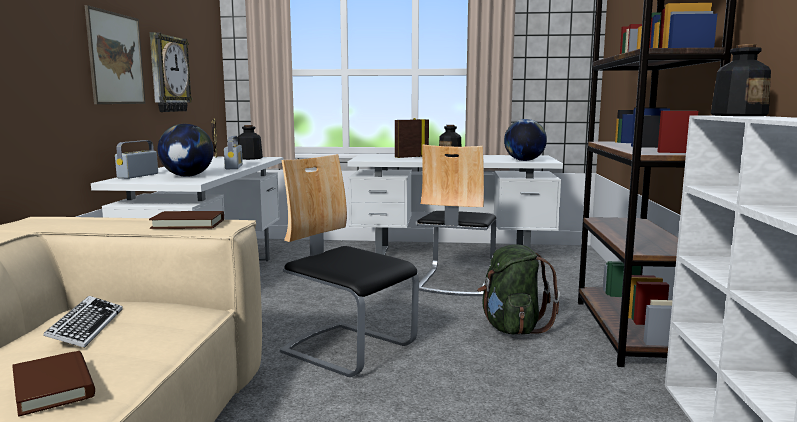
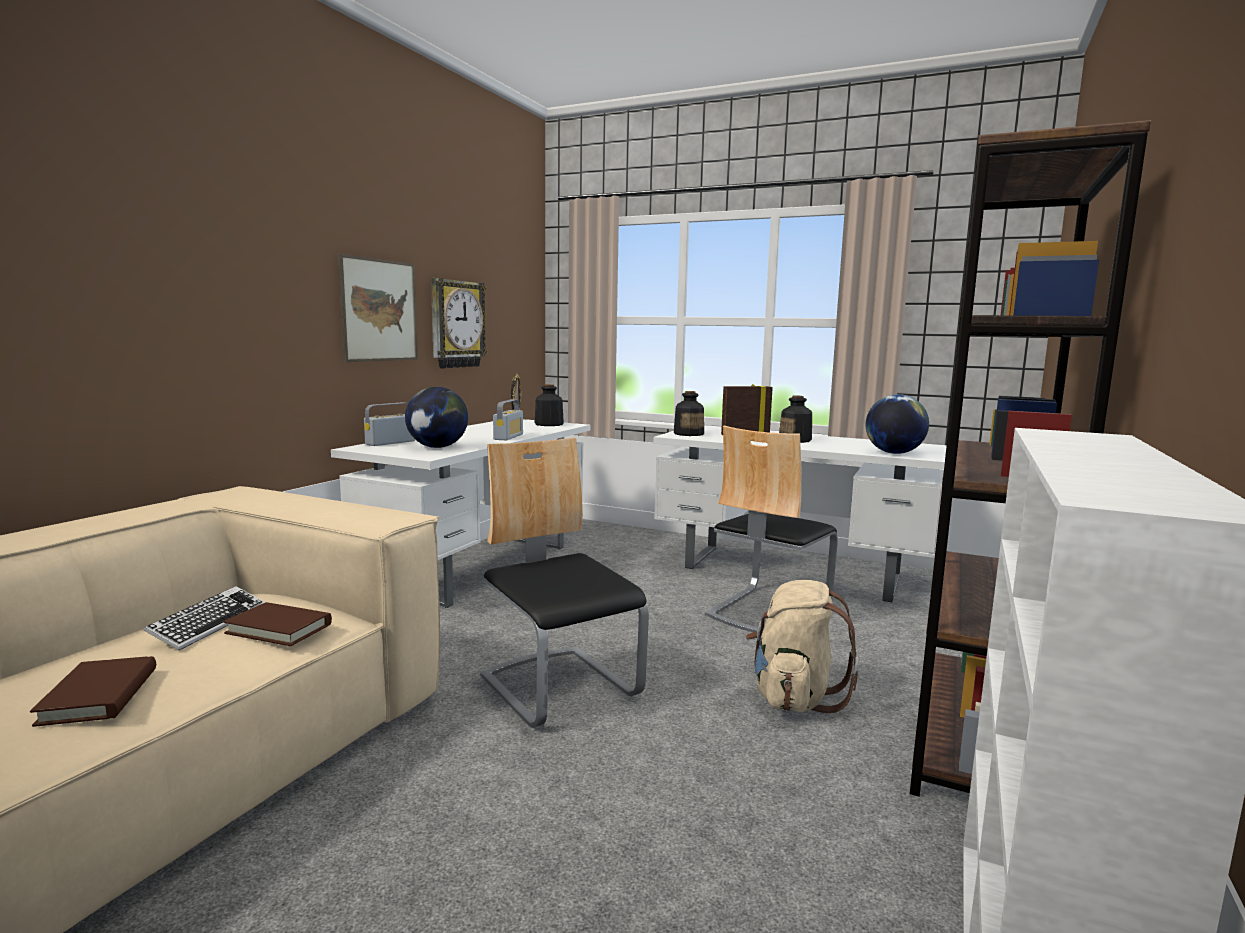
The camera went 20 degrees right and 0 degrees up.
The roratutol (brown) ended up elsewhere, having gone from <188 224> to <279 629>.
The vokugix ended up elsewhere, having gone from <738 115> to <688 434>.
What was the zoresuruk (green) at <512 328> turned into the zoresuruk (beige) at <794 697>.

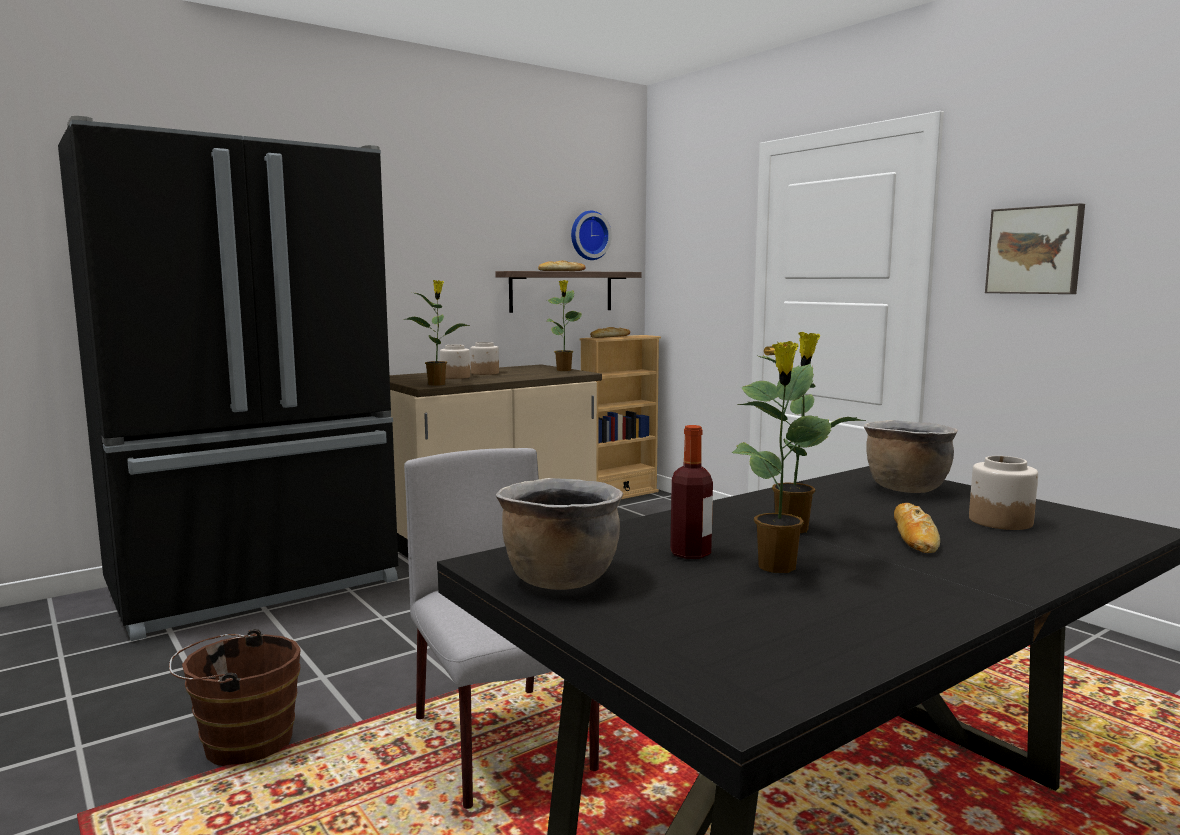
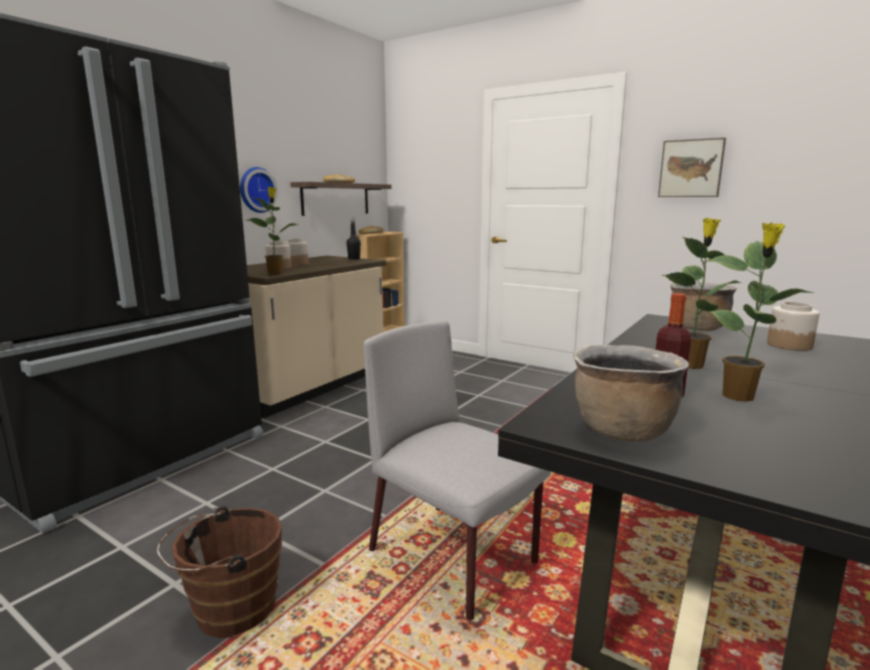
The camera went 20 degrees left and 5 degrees up.
The second view lost the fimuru at <914 535>.
The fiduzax ended up elsewhere, having gone from <588 235> to <256 190>.
Where the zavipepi stood at <564 370>, the vokugix (black) came to stand at <354 259>.

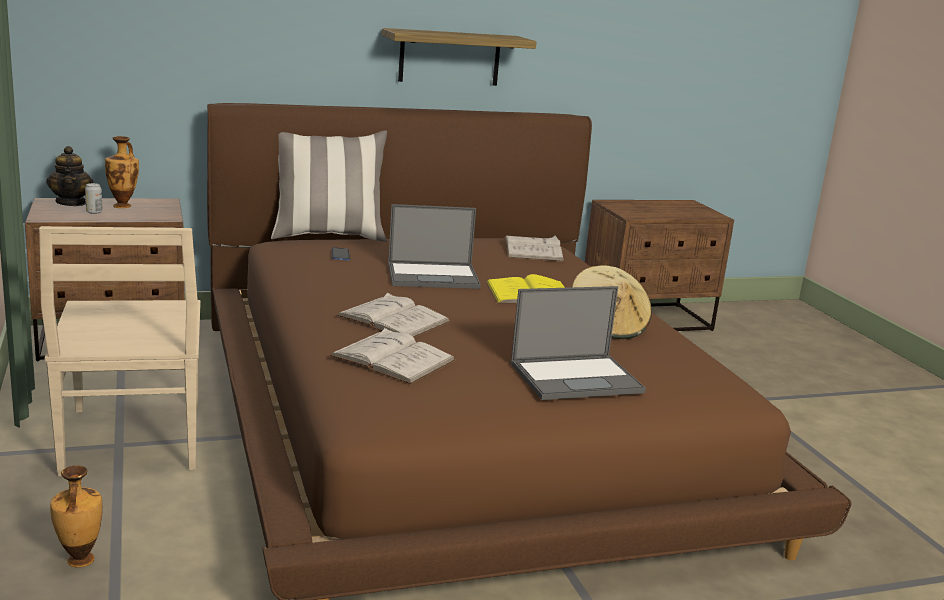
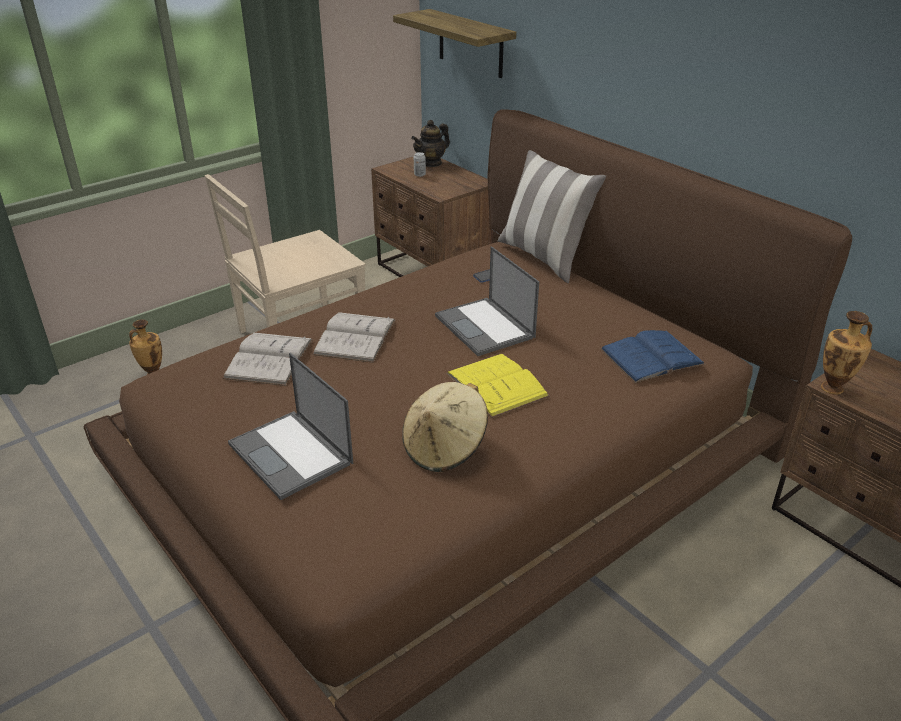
The camera went 70 degrees right and 15 degrees up.
The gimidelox ended up elsewhere, having gone from <123 206> to <834 388>.
The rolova ended up elsewhere, having gone from <449 57> to <470 44>.
What was the roratutol (white) at <533 249> turned into the roratutol (blue) at <652 356>.

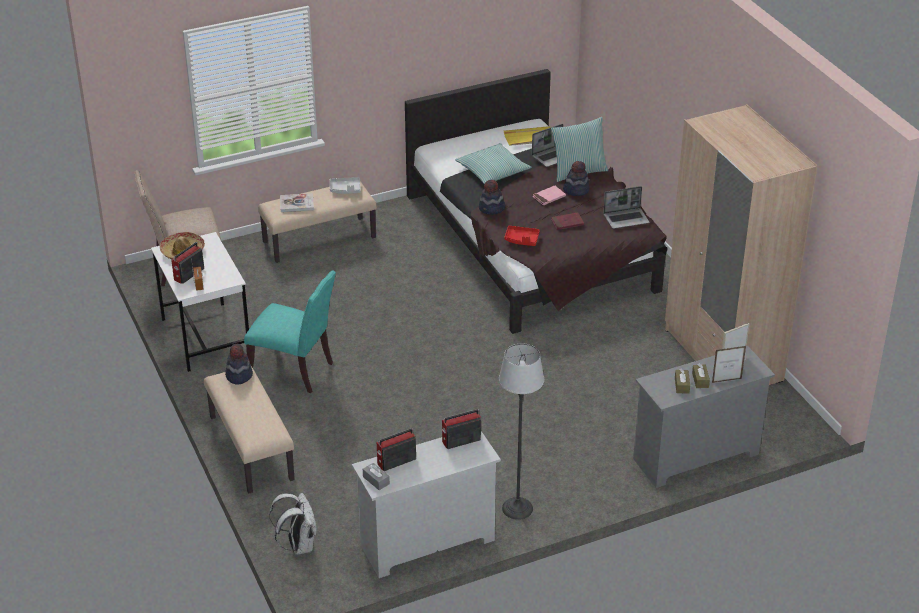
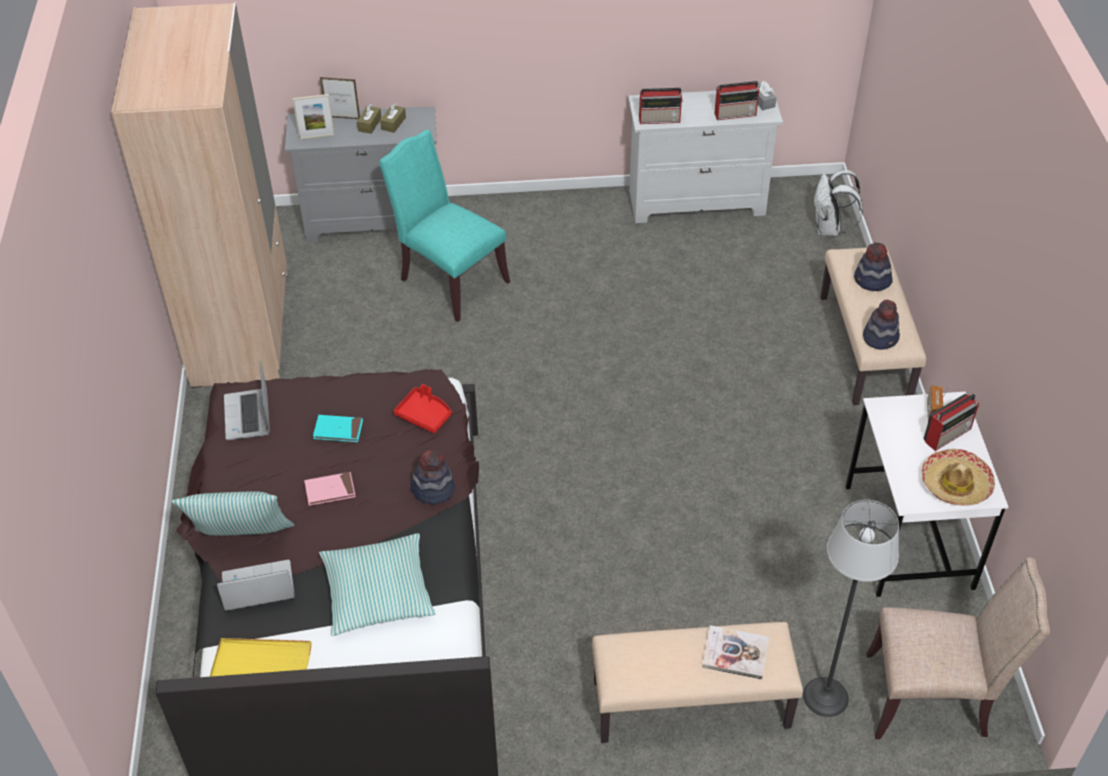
The camera went 160 degrees left and 10 degrees up.
The second view lost the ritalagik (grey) at <345 190>.
The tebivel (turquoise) ended up elsewhere, having gone from <294 371> to <449 280>.
The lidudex ended up elsewhere, having gone from <517 508> to <825 697>.
The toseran ended up elsewhere, having gone from <576 190> to <872 281>.
What was the roratutol (red) at <567 222> turned into the roratutol (turquoise) at <338 430>.
The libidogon at <626 219> ended up facing another way, 105 degrees counterclockwise from before.

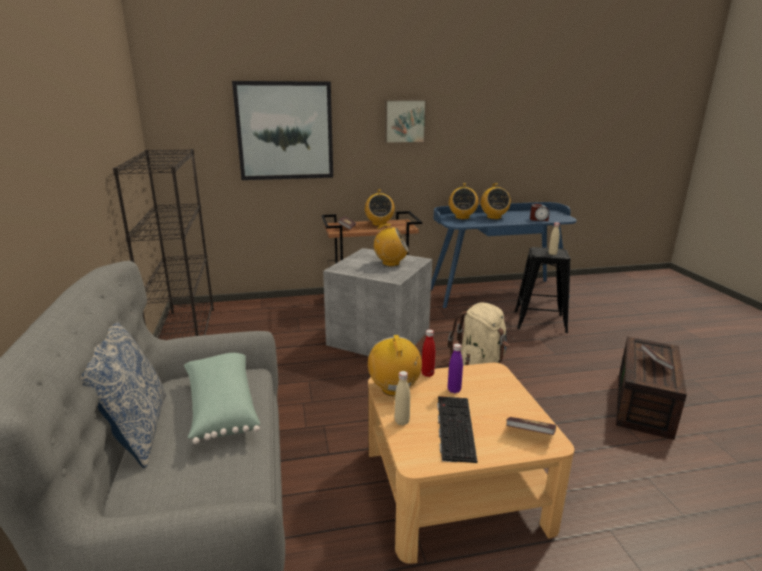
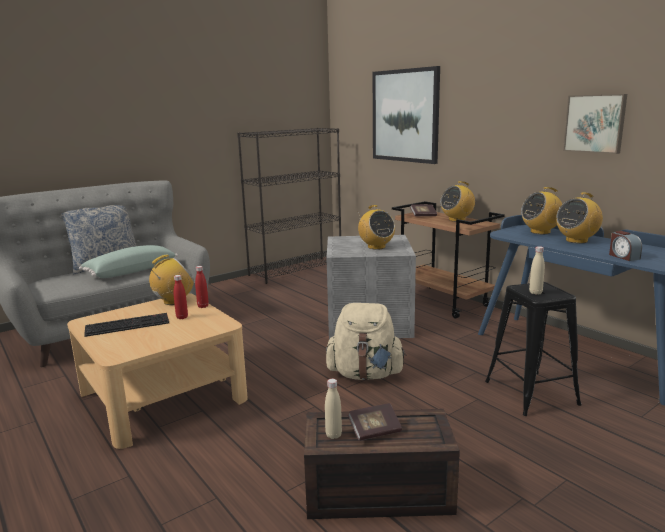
The camera went 65 degrees right and 5 degrees down.
The second view lost the roratutol at <529 434>.
The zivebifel ended up elsewhere, having gone from <404 121> to <595 123>.
The vokugix (beige) ended up elsewhere, having gone from <402 421> to <333 435>.
What was the vokugix (purple) at <454 390> turned into the vokugix (red) at <182 317>.

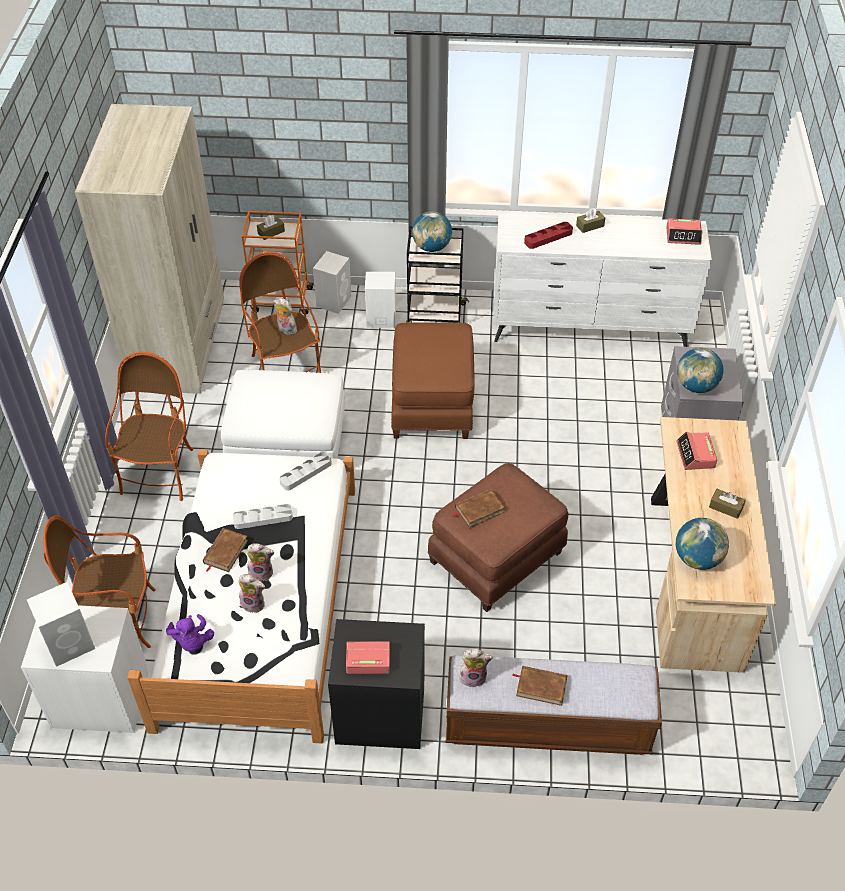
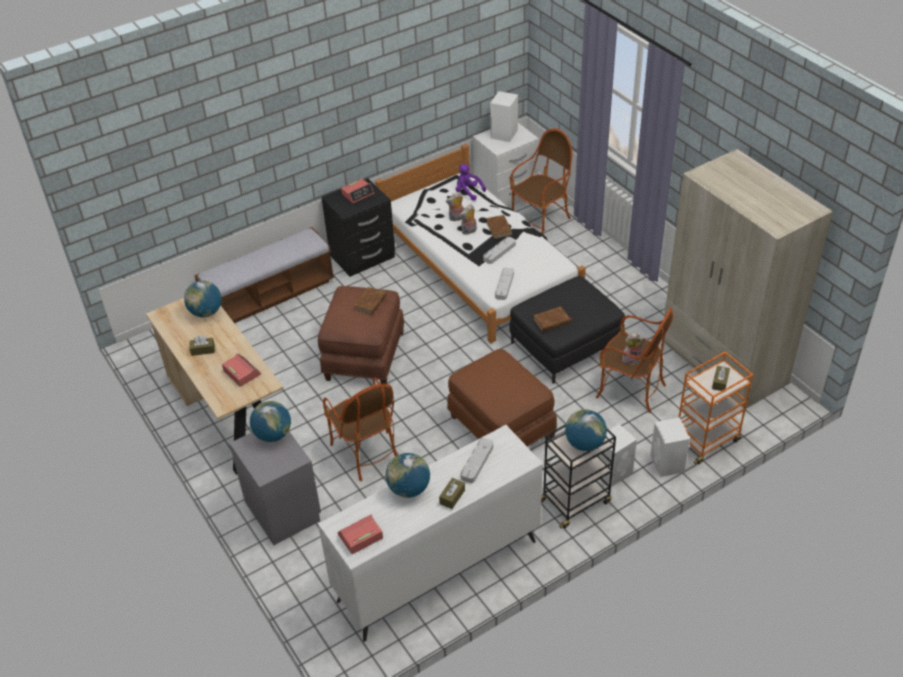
The camera went 145 degrees right and 5 degrees down.
The second view lost the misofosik at <473 677>.
The second view gained the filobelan at <409 489>.
The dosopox ended up elsewhere, having gone from <160 473> to <366 452>.
The roratutol (brown) ended up elsewhere, having gone from <541 687> to <552 321>.
What was the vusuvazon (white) at <287 443> turned into the vusuvazon (black) at <565 345>.
What was the ritalagik (red) at <548 237> turned into the ritalagik (grey) at <477 462>.

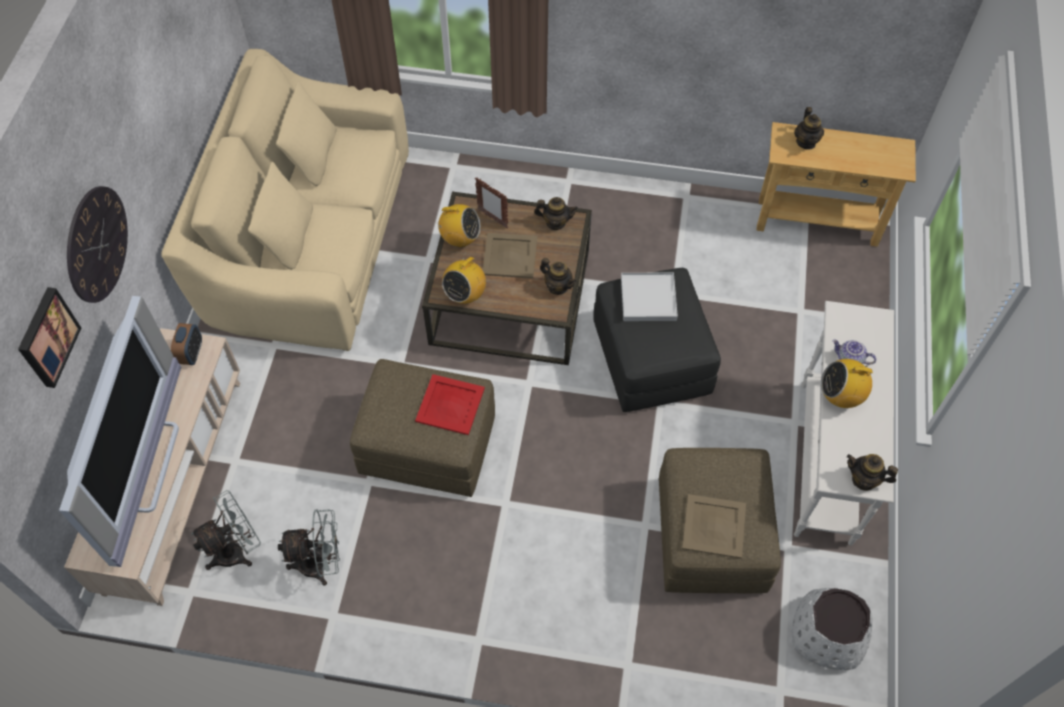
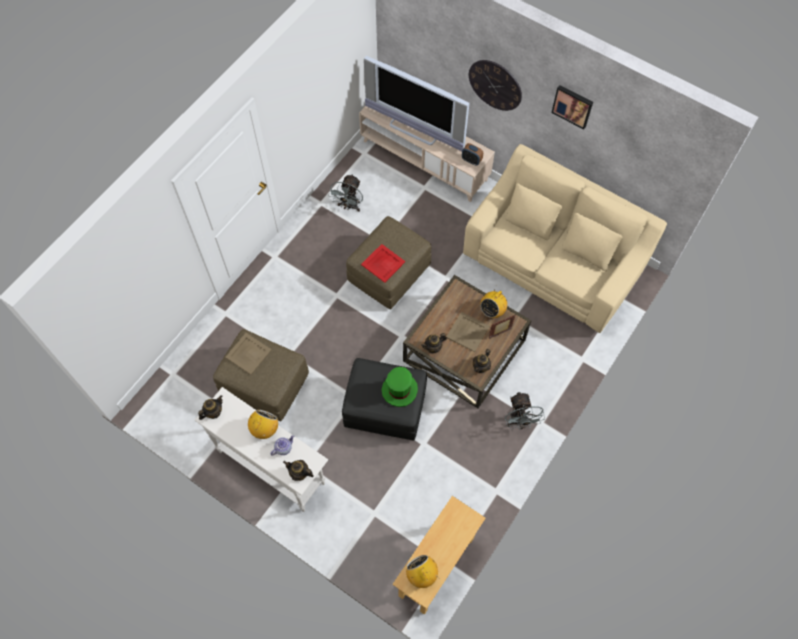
The camera went 115 degrees right and 5 degrees up.
The second view lost the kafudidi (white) at <828 633>.
The zivebifel ended up elsewhere, having gone from <46 337> to <573 106>.
The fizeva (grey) ended up elsewhere, having gone from <237 550> to <519 421>.
The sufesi ended up elsewhere, having gone from <465 294> to <421 574>.
The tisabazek ended up elsewhere, having gone from <806 142> to <299 473>.
Where the ritalagik (white) stood at <648 299>, the toseran (green) came to stand at <399 390>.

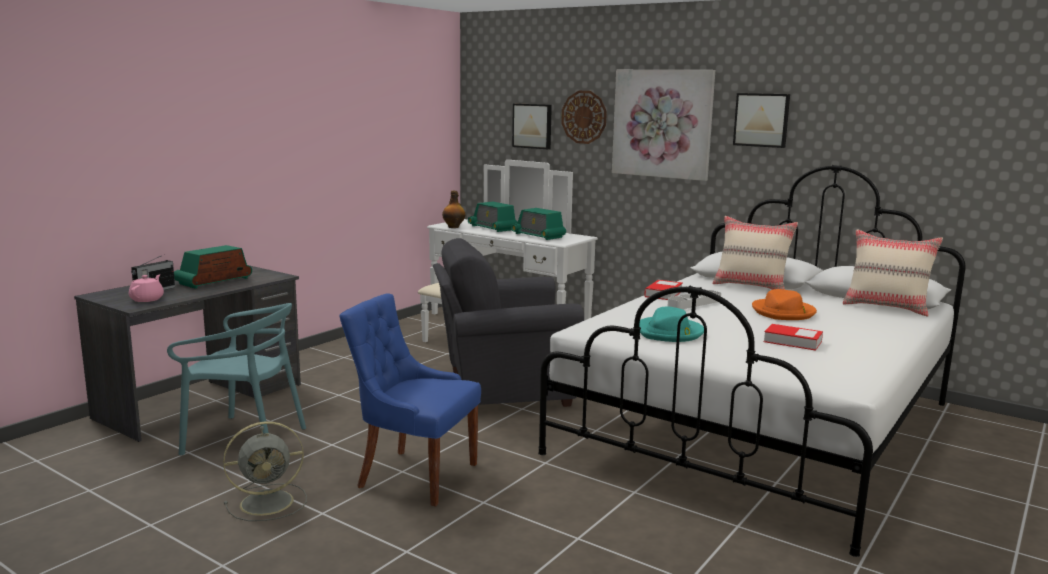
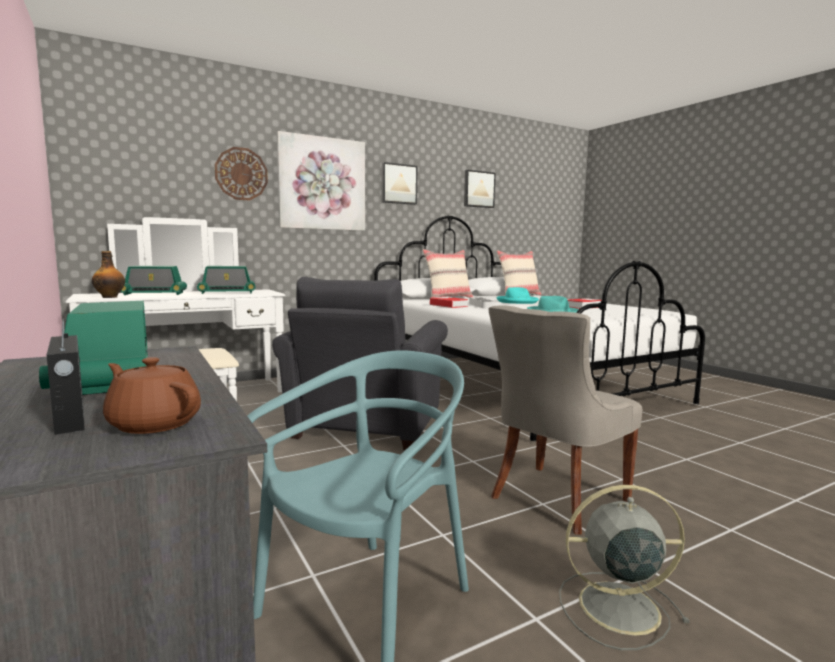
The camera went 65 degrees left and 5 degrees down.
The zivebifel ended up elsewhere, having gone from <533 126> to <478 189>.
What was the tisabazek (pink) at <147 299> turned into the tisabazek (brown) at <154 423>.
What was the tebivel (blue) at <414 475> turned into the tebivel (grey) at <556 499>.
What was the toseran (orange) at <783 312> turned into the toseran (turquoise) at <517 301>.
The fizeva (grey) at <269 502> ended up facing another way, 90 degrees counterclockwise from before.

